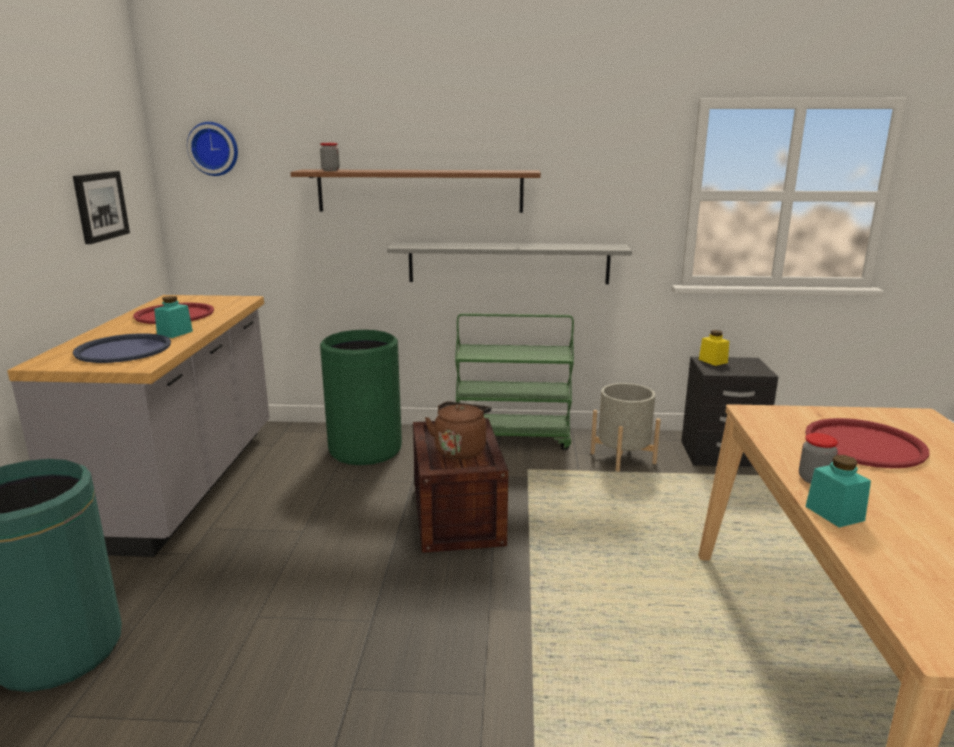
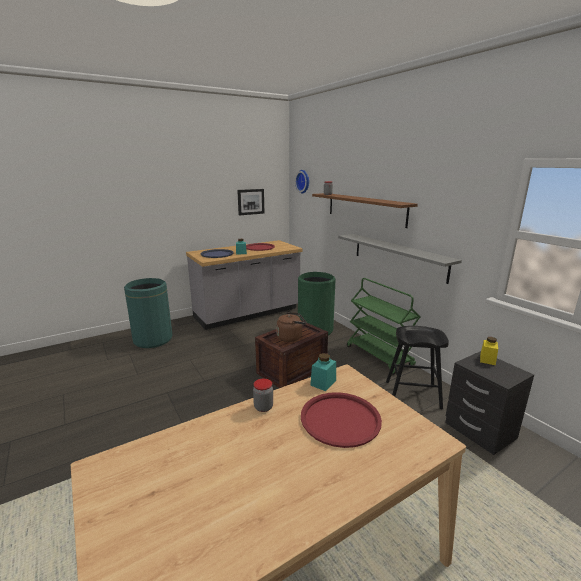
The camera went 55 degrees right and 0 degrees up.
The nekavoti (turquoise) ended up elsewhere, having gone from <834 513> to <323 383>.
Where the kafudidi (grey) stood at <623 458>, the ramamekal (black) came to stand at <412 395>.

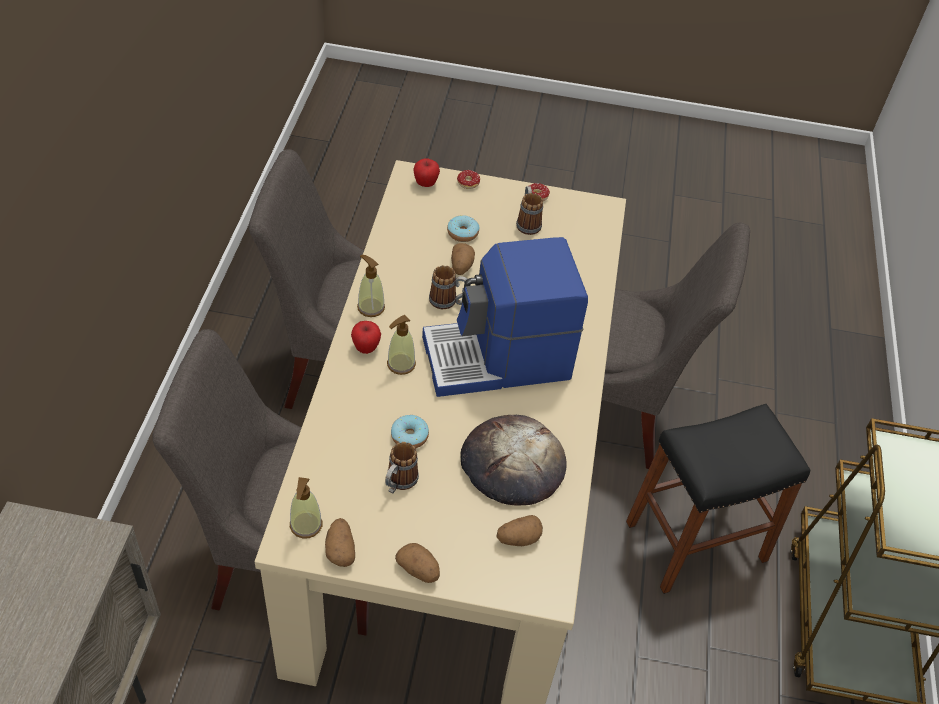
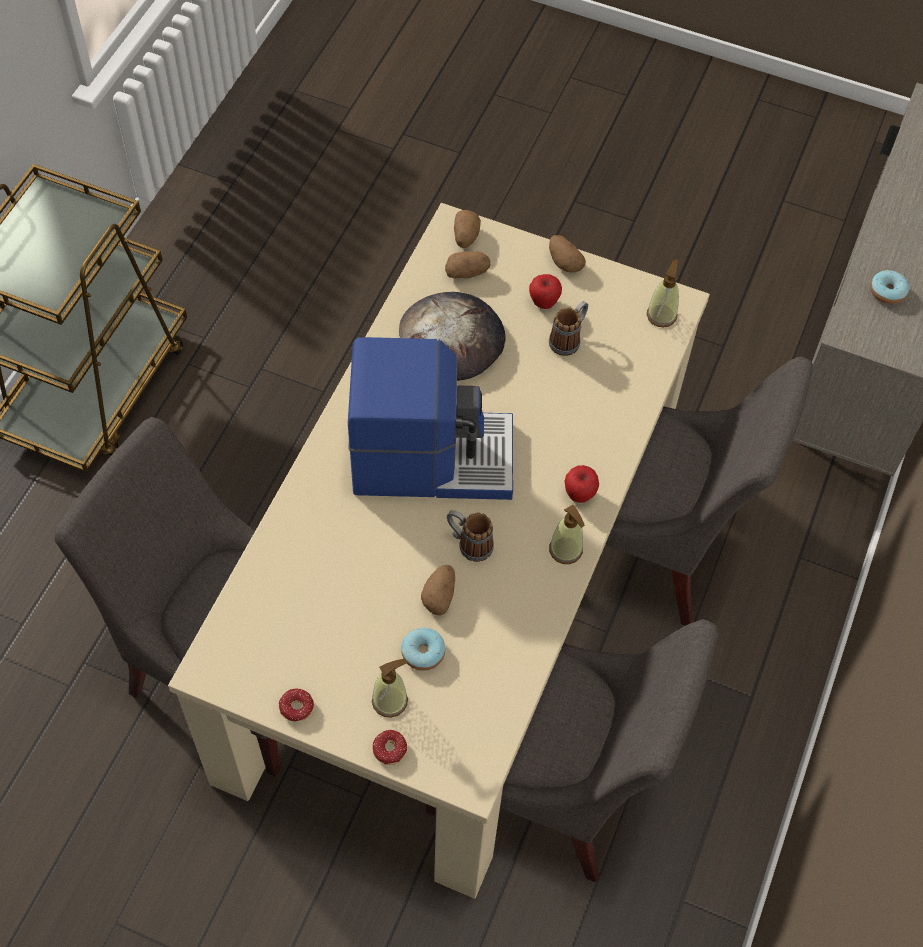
The camera went 165 degrees left and 10 degrees up.
The second view lost the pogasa at <527 222>.
The second view lost the ramamekal (black) at <696 541>.
The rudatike ended up elsewhere, having gone from <340 549> to <465 237>.
The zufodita ended up elsewhere, having gone from <401 364> to <390 701>.
The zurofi ended up elsewhere, having gone from <409 436> to <887 292>.
The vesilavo ended up elsewhere, having gone from <425 184> to <543 302>.

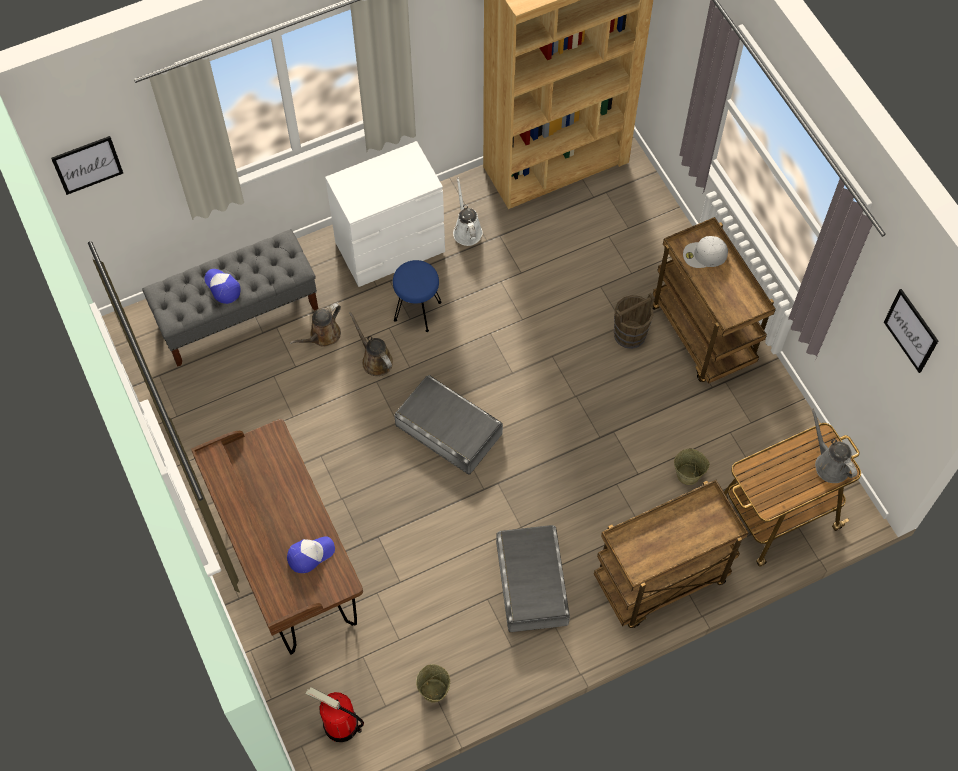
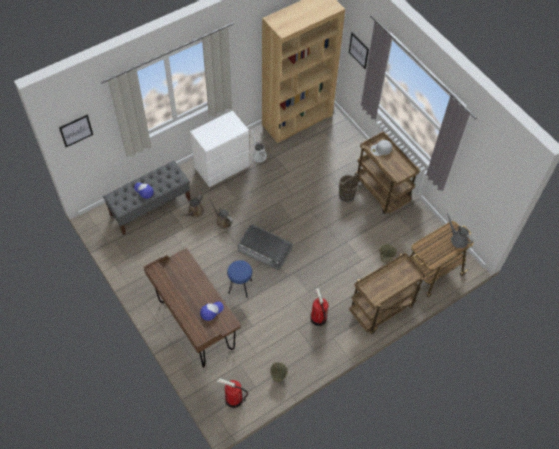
The camera went 10 degrees left and 5 degrees down.
The ramamekal (blue) ended up elsewhere, having gone from <418 312> to <240 287>.
The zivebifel ended up elsewhere, having gone from <911 330> to <359 50>.
Where the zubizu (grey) stood at <531 582>, the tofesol came to stand at <318 318>.

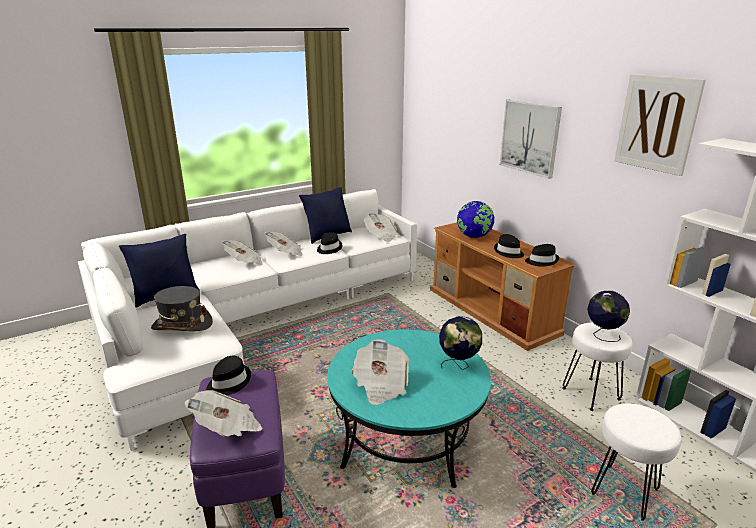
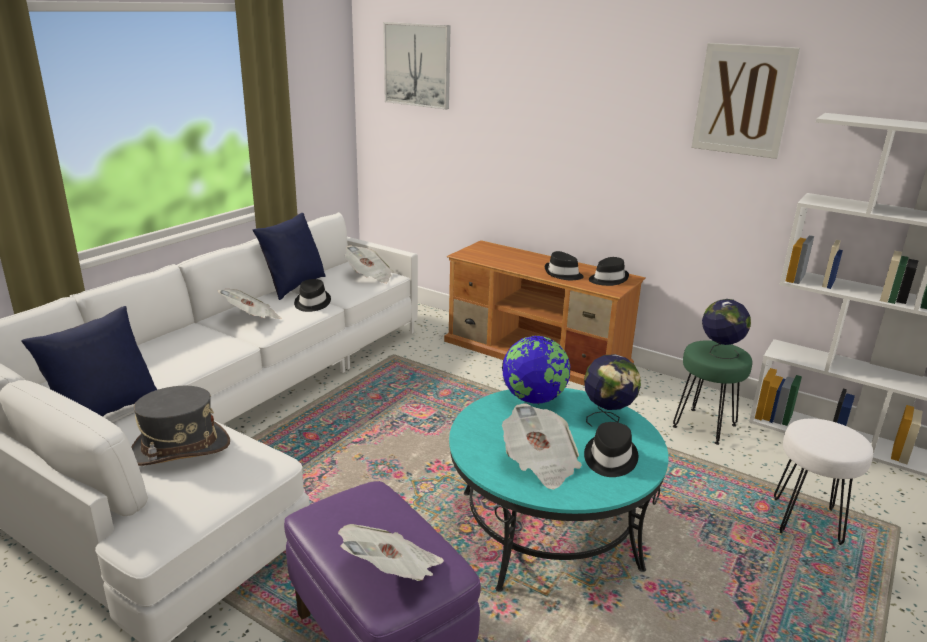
The camera went 25 degrees left and 0 degrees up.
The second view lost the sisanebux at <244 262>.
The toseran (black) ended up elsewhere, having gone from <228 382> to <609 458>.
The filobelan ended up elsewhere, having gone from <474 236> to <534 399>.
The zivebifel ended up elsewhere, having gone from <530 137> to <417 65>.
What was the ramamekal (white) at <591 393> turned into the ramamekal (green) at <704 425>.

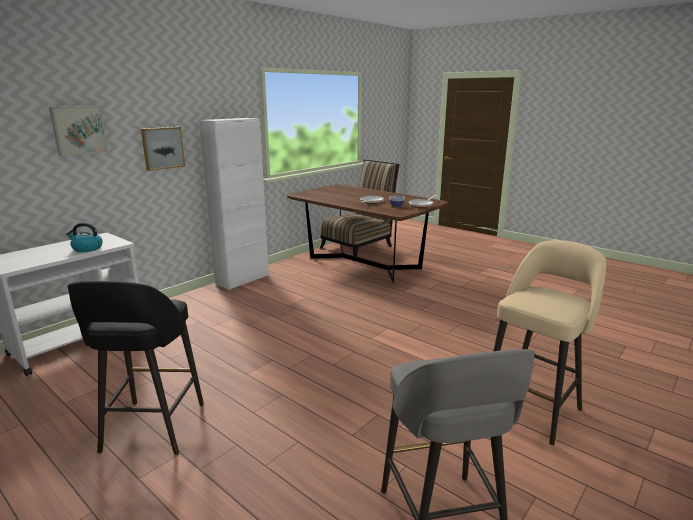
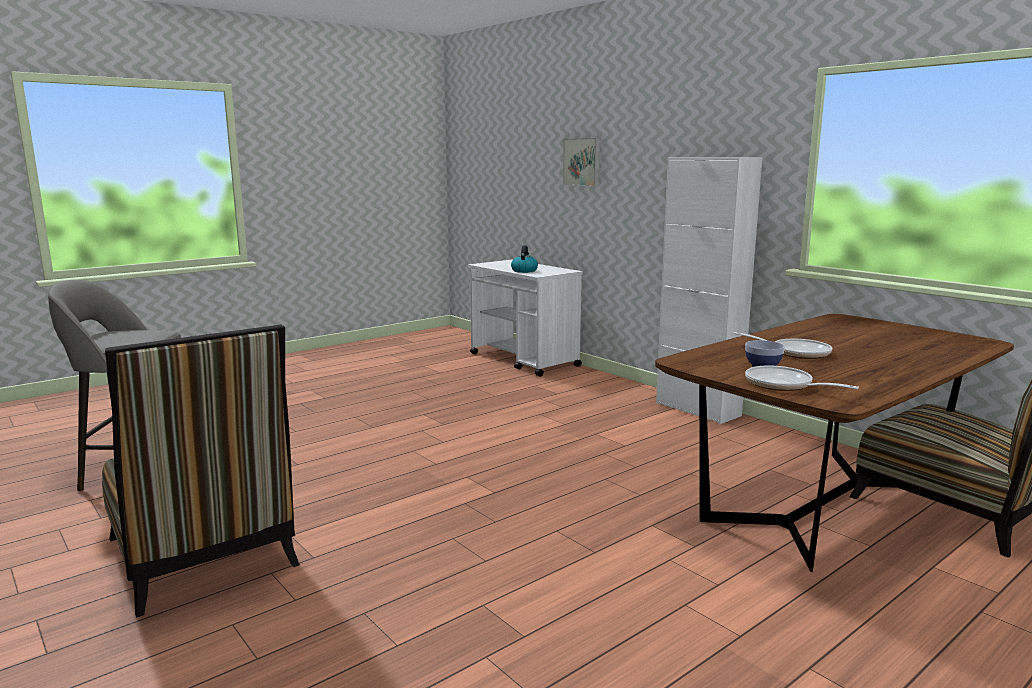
The camera went 100 degrees right and 5 degrees down.
The second view lost the ramamekal (black) at <152 429>.
The second view lost the zivebifel at <162 148>.
Where the ramamekal (beige) stood at <533 408>, the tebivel came to stand at <204 558>.

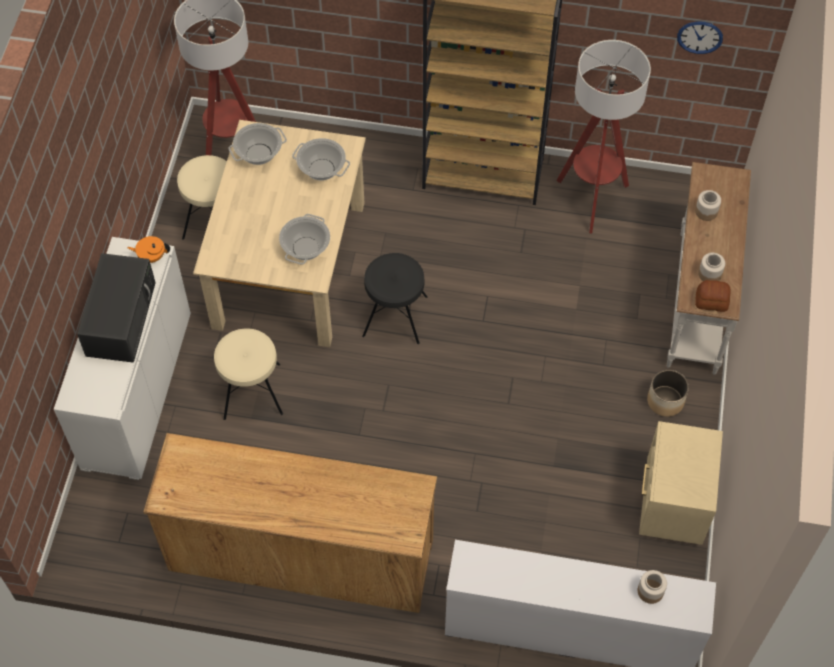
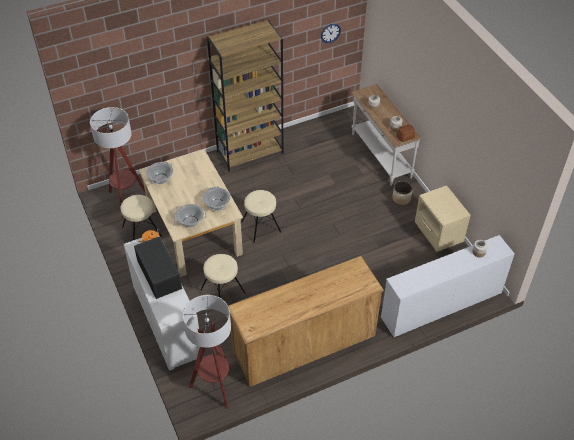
The camera went 35 degrees left and 10 degrees down.
The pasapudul ended up elsewhere, having gone from <322 169> to <190 221>.
The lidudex ended up elsewhere, having gone from <591 199> to <215 387>.
What was the ramamekal (black) at <395 316> turned into the ramamekal (beige) at <261 227>.

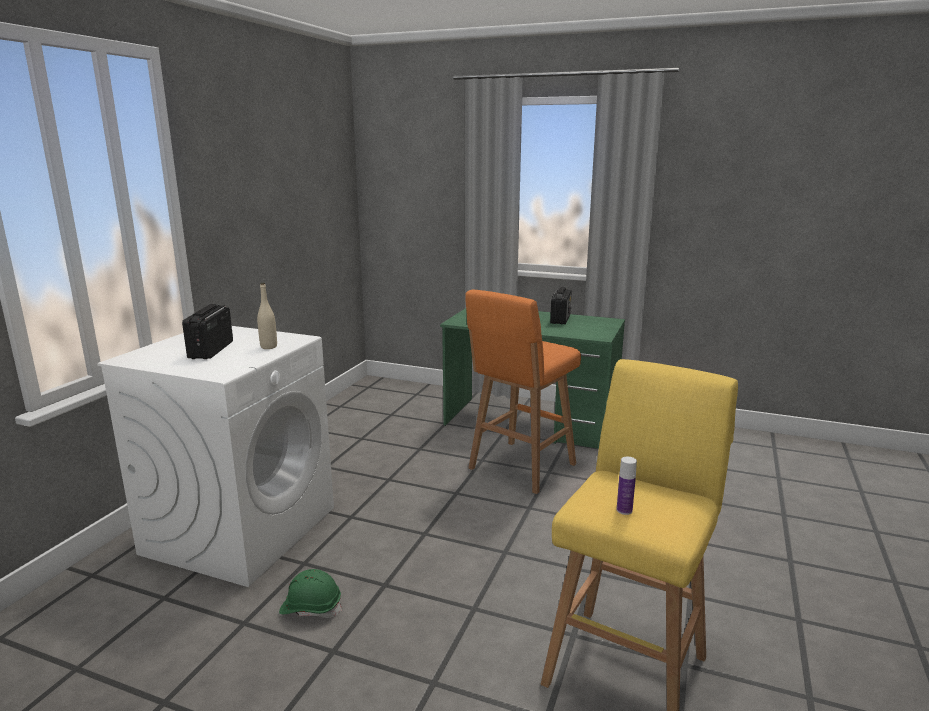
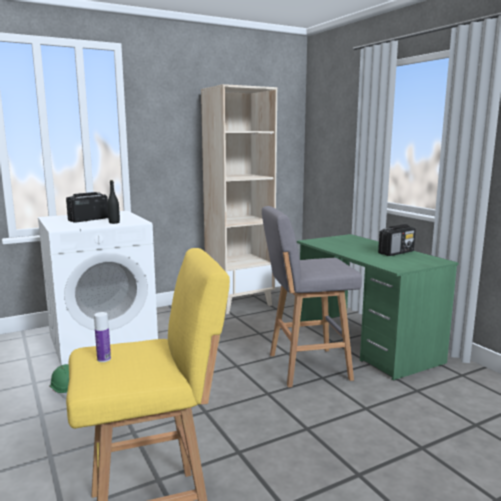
The camera went 40 degrees right and 5 degrees down.
The second view gained the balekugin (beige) at <239 303>.
What was the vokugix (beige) at <268 347> turned into the vokugix (black) at <114 222>.
What was the ramamekal (orange) at <520 468> turned into the ramamekal (grey) at <306 367>.

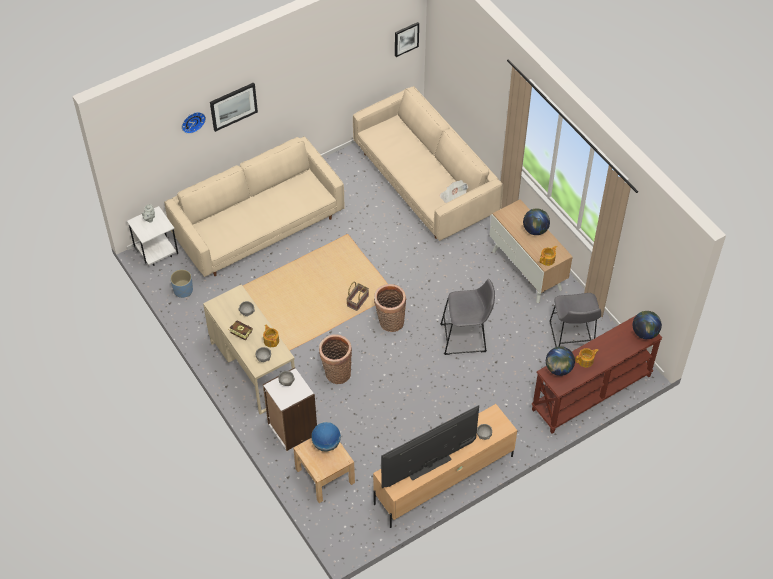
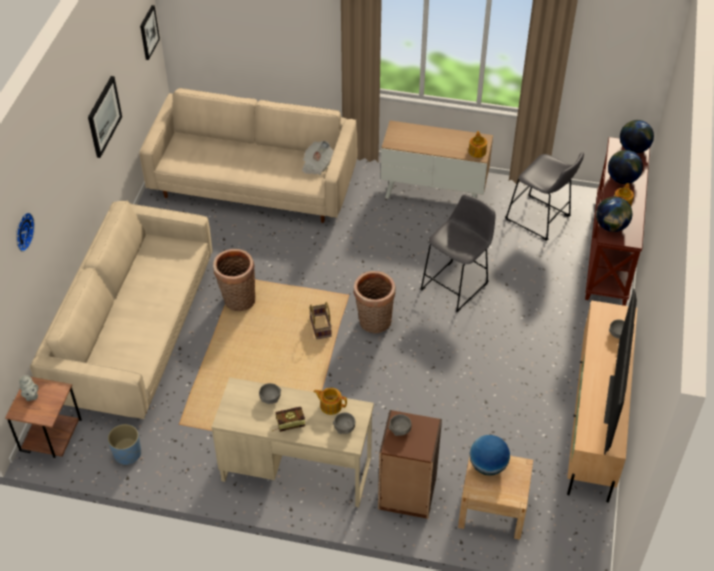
The camera went 45 degrees left and 5 degrees down.
The zivebifel ended up elsewhere, having gone from <233 106> to <104 116>.
The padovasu ended up elsewhere, having gone from <336 373> to <237 300>.
The filobelan ended up elsewhere, having gone from <535 230> to <622 179>.
What was the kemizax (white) at <157 254> turned into the kemizax (brown) at <52 440>.
What was the balekugin (white) at <292 429> turned into the balekugin (brown) at <407 493>.

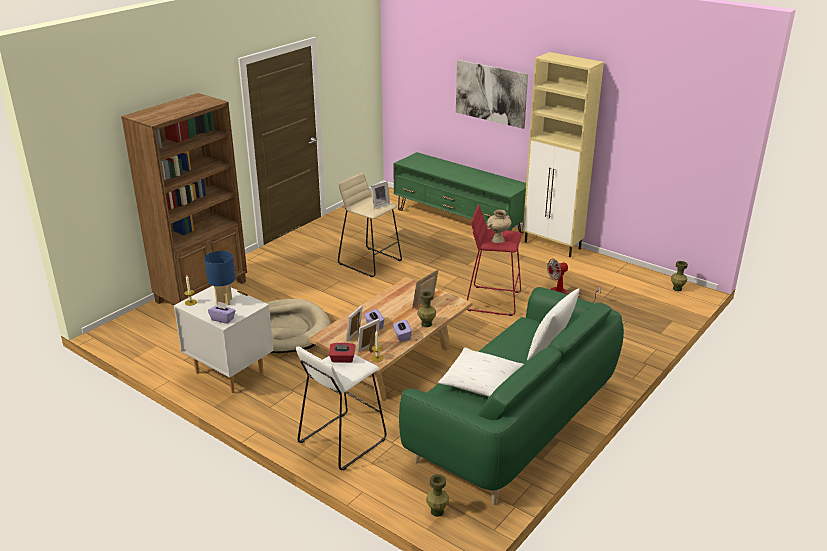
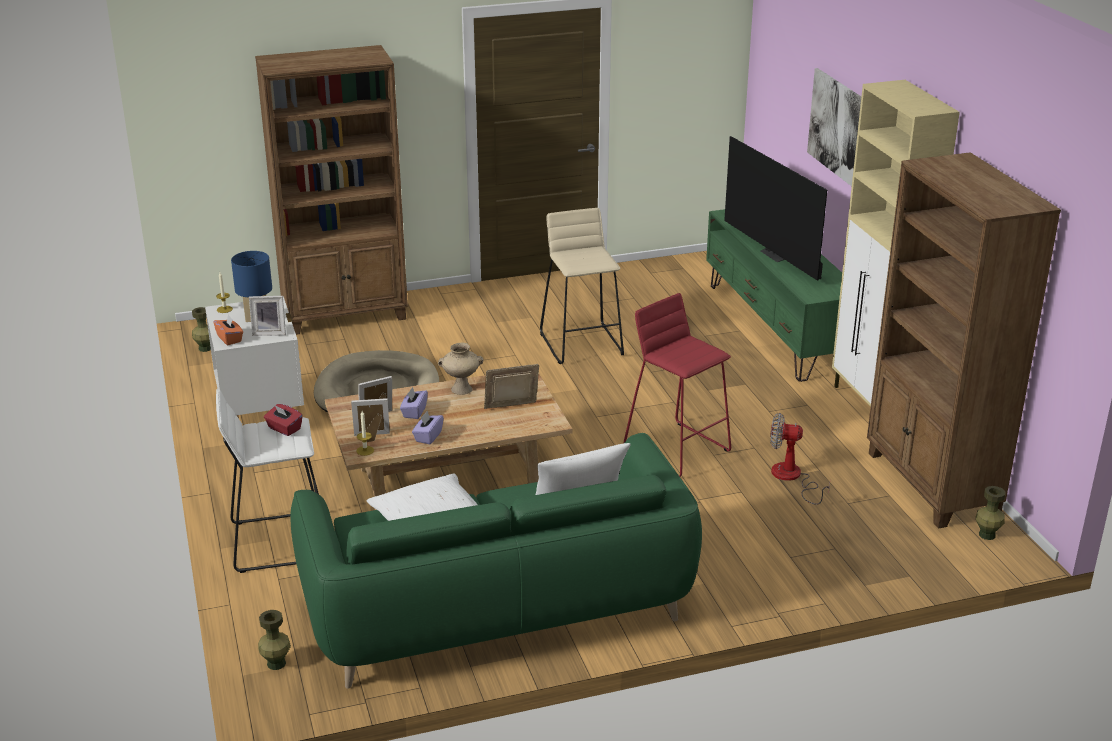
The camera went 35 degrees right and 0 degrees up.
The second view gained the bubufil at <777 254>.
The second view gained the balekugin (brown) at <931 484>.
The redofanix ended up elsewhere, having gone from <379 205> to <269 332>.
The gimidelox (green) ended up elsewhere, having gone from <426 324> to <205 348>.
The gimidelox (beige) ended up elsewhere, having gone from <498 240> to <461 390>.
What was the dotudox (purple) at <223 319> turned into the dotudox (orange) at <230 339>.

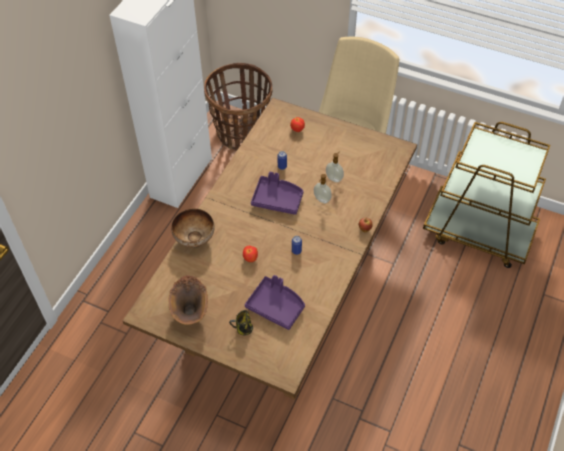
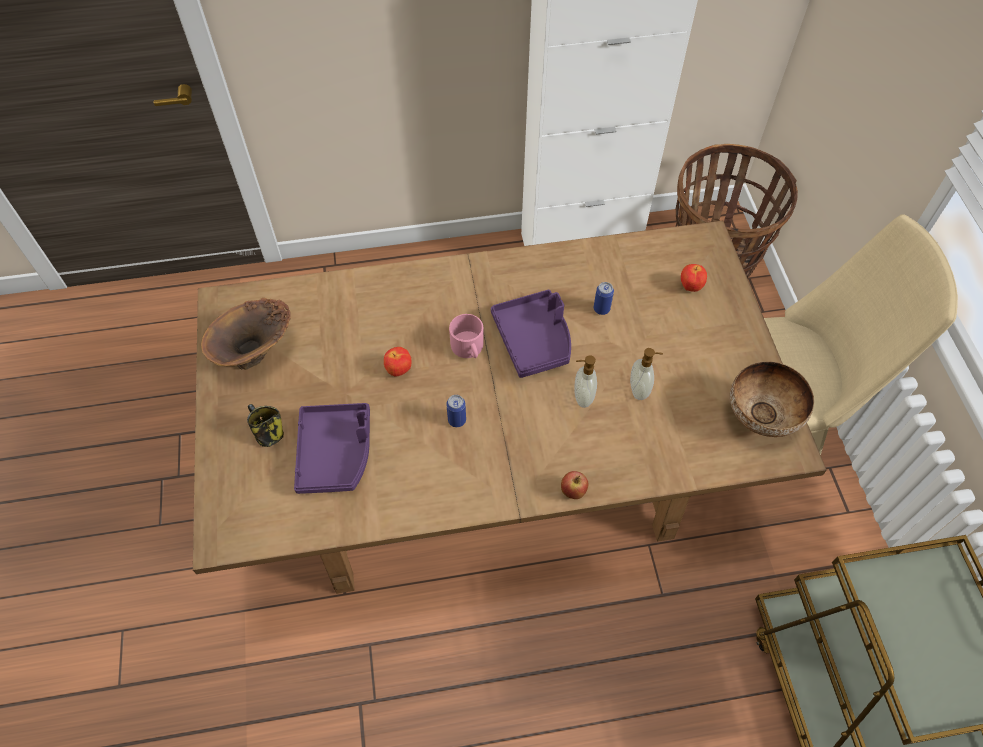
The camera went 55 degrees right and 5 degrees up.
The second view gained the pogasa (pink) at <468 348>.
The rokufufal ended up elsewhere, having gone from <195 239> to <761 418>.

